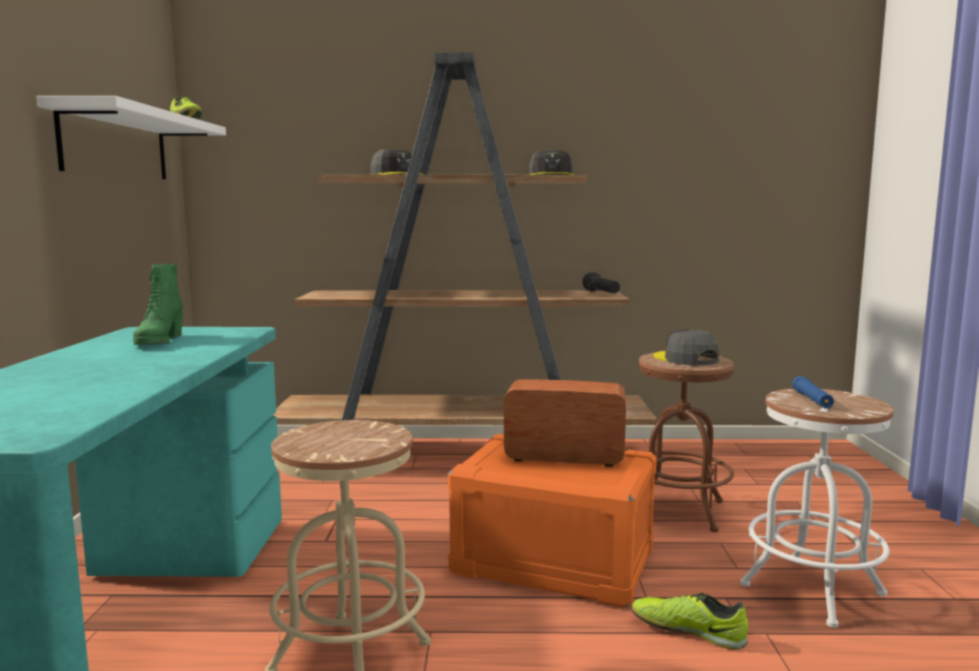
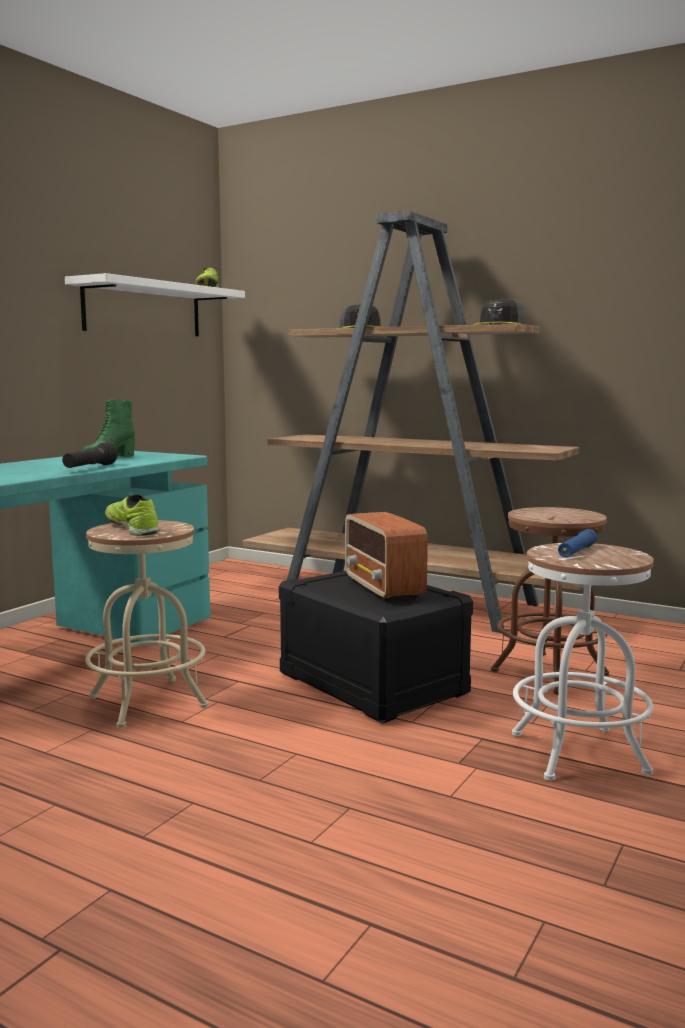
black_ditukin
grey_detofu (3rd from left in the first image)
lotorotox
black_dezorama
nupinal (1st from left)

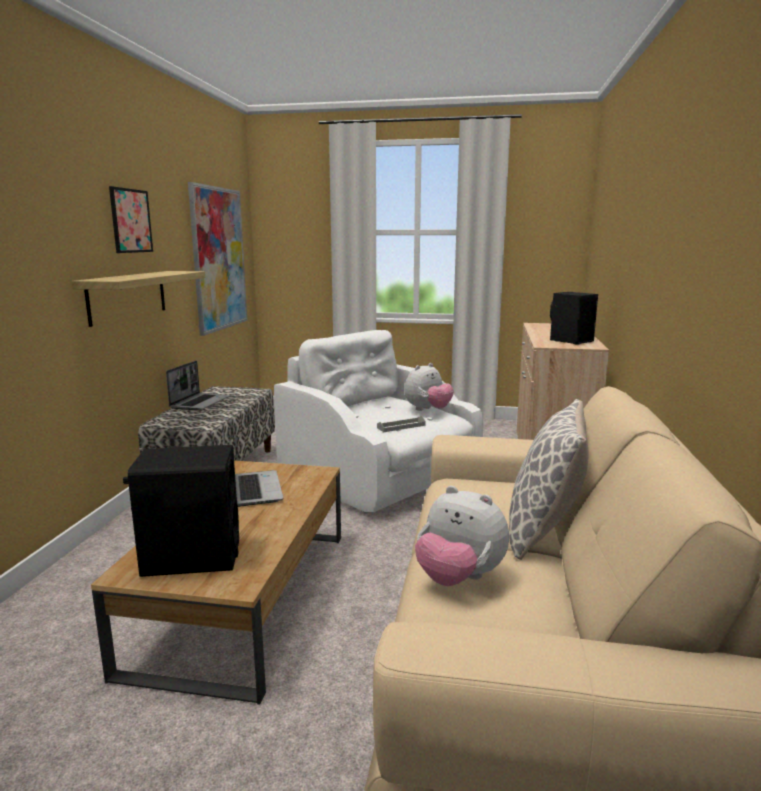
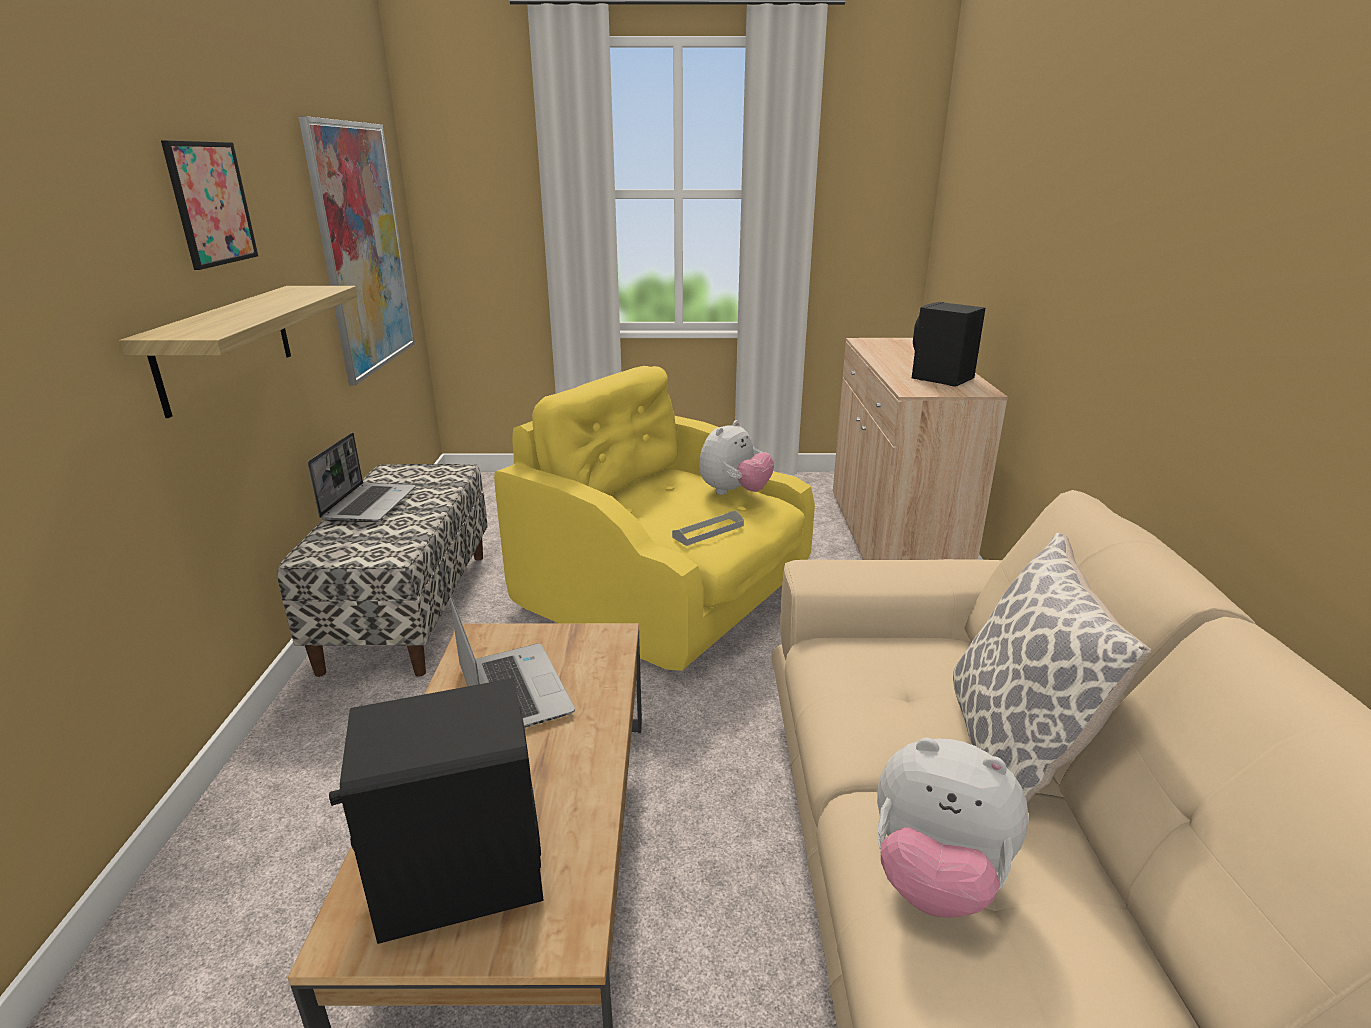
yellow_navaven

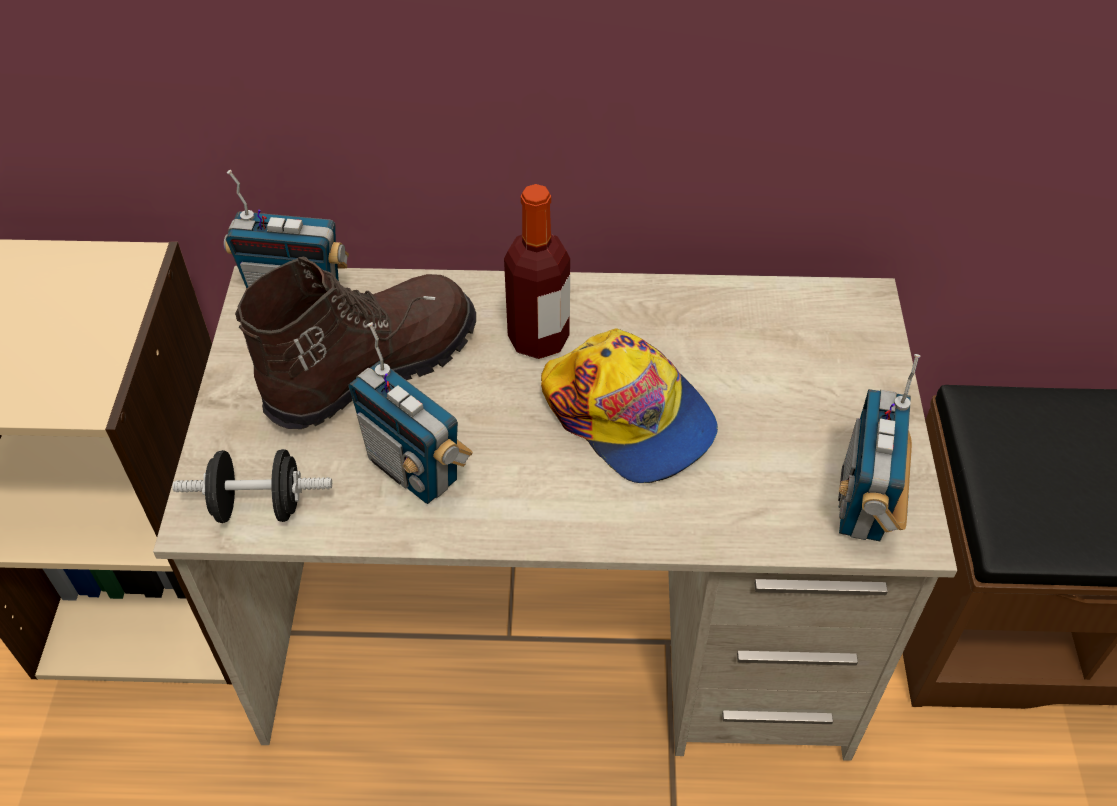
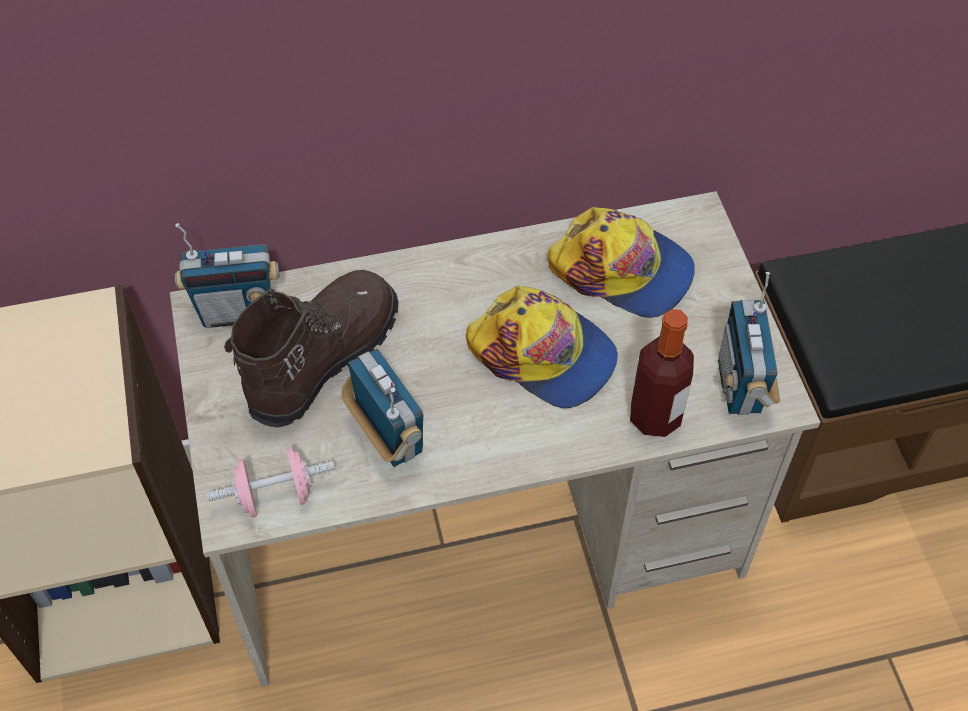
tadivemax
lotorotox (2nd from left)
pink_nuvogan
detofu (2nd from left)

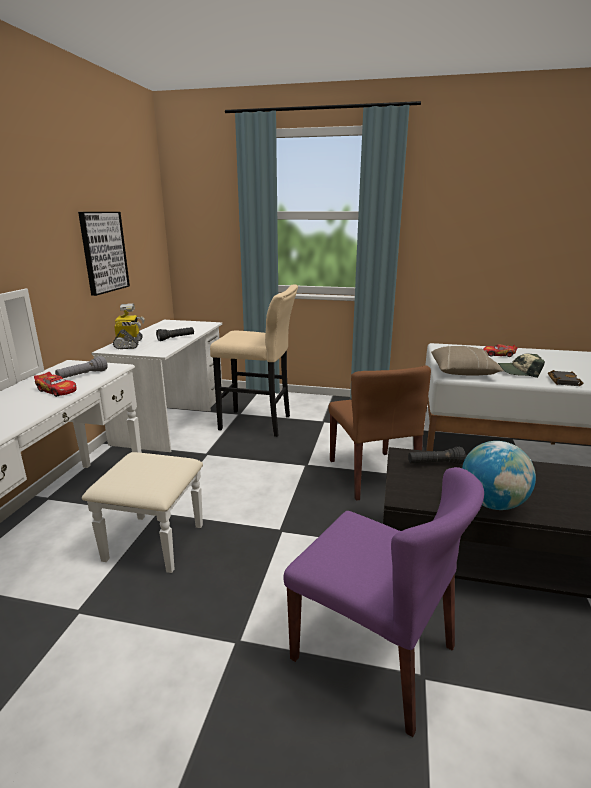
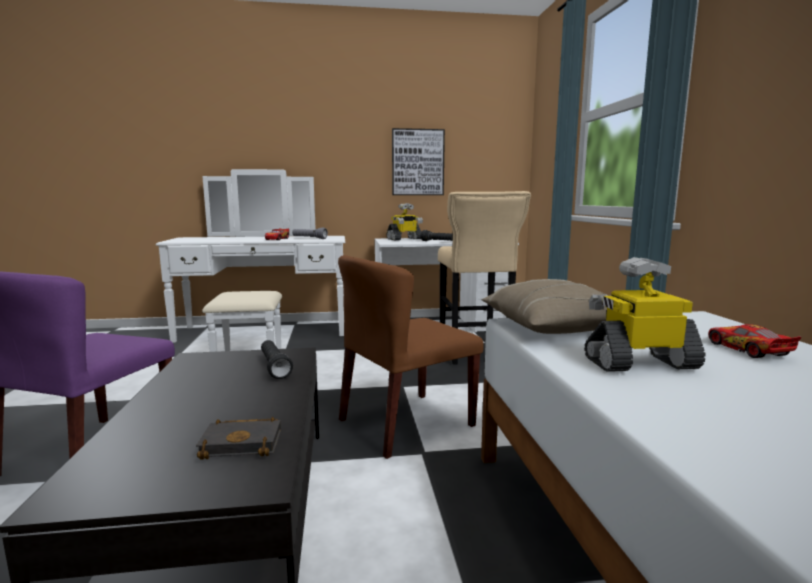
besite (2nd from left)
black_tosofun
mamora

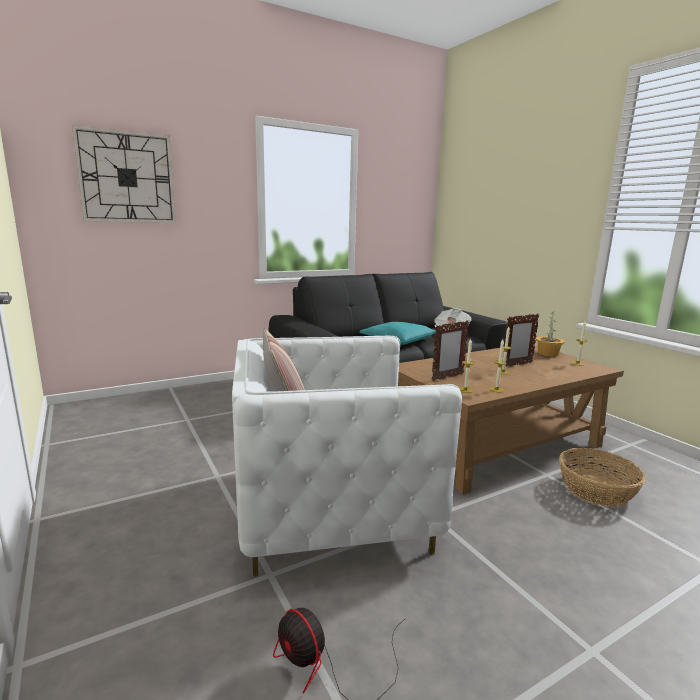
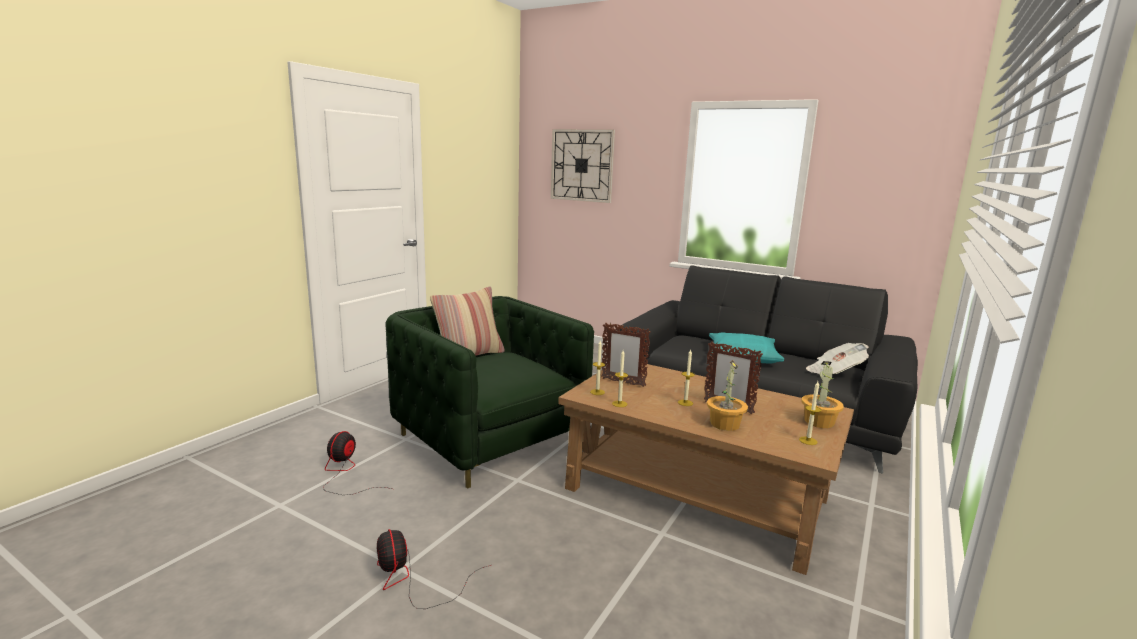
green_navaven
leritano
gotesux (1st from left)
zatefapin (2nd from left)

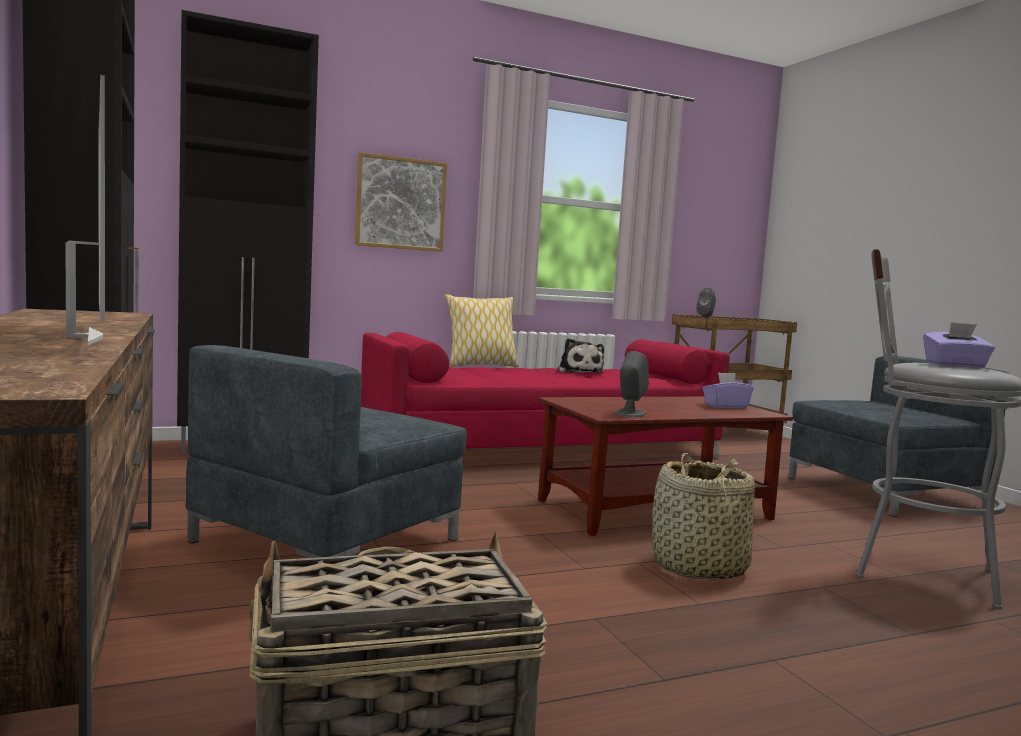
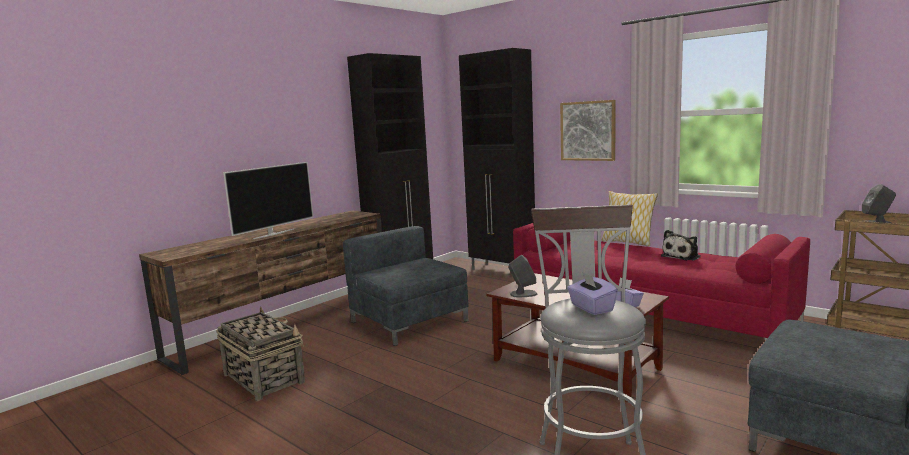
grey_navaven (1st from left)
leritano (2nd from left in the first image)

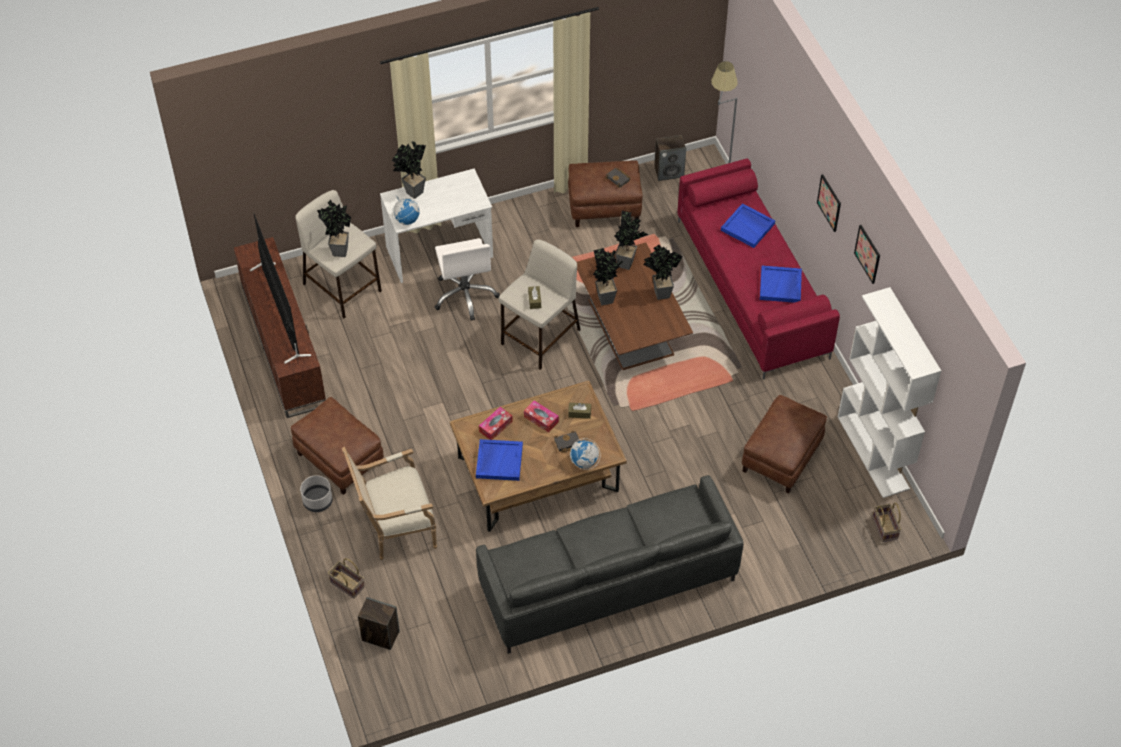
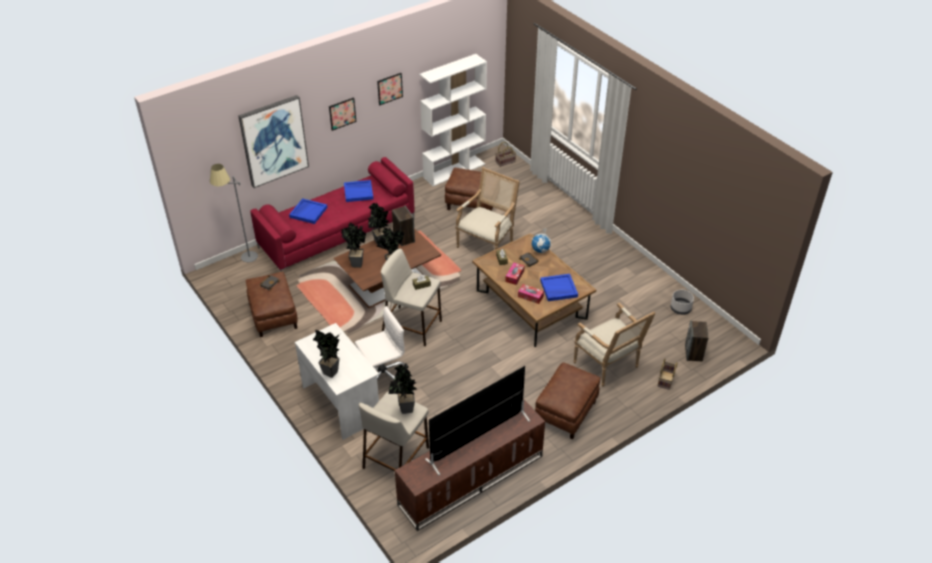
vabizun (1st from left)
mamora (1st from left in the first image)
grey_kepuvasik
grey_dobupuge
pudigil (1st from left)
navaven (1st from left)

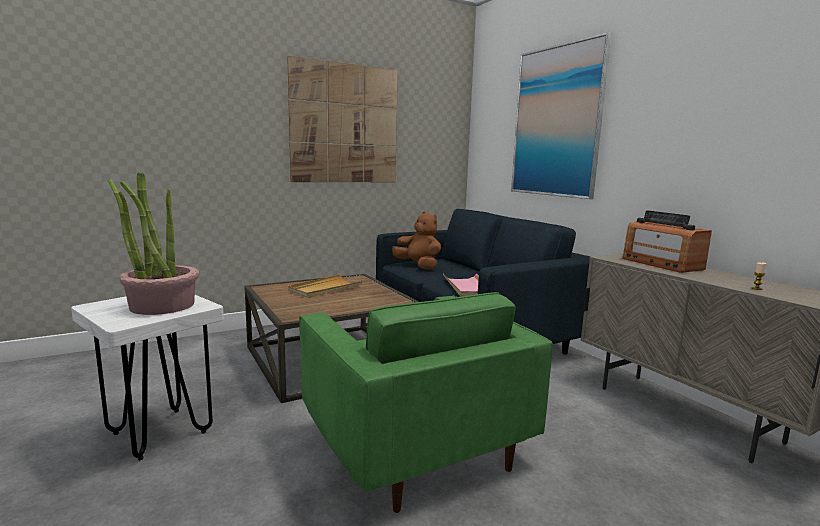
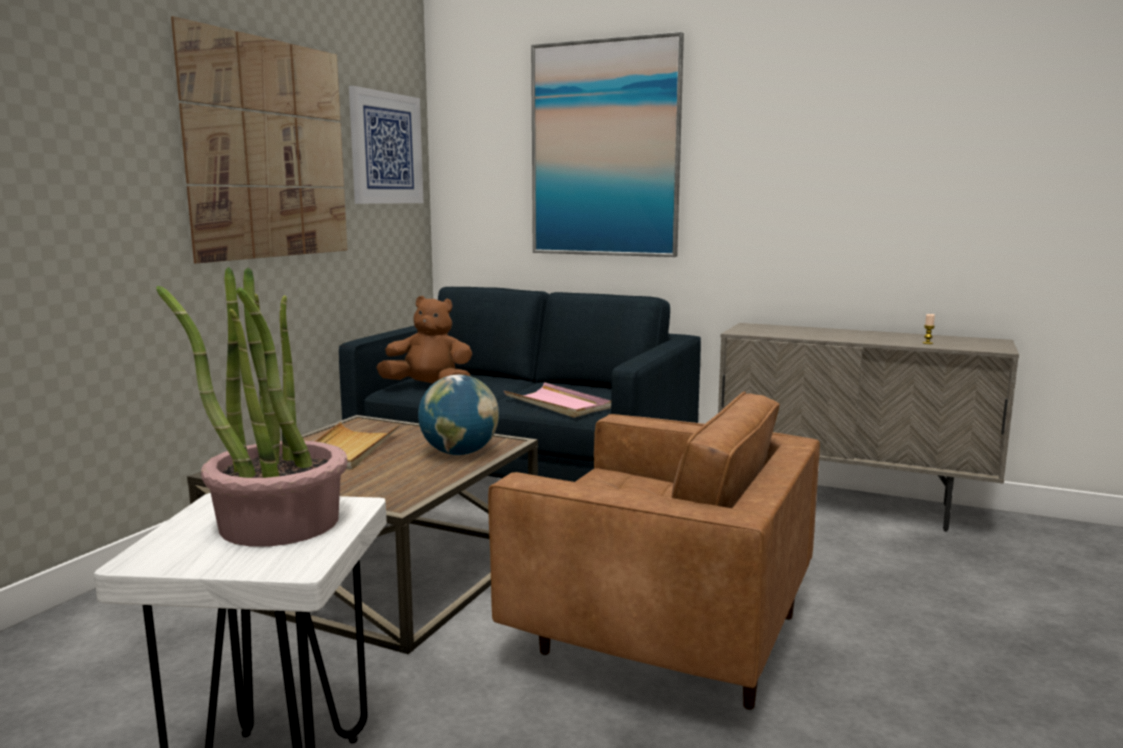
lotorotox
brown_navaven
pudigil (2nd from left)
mamora

